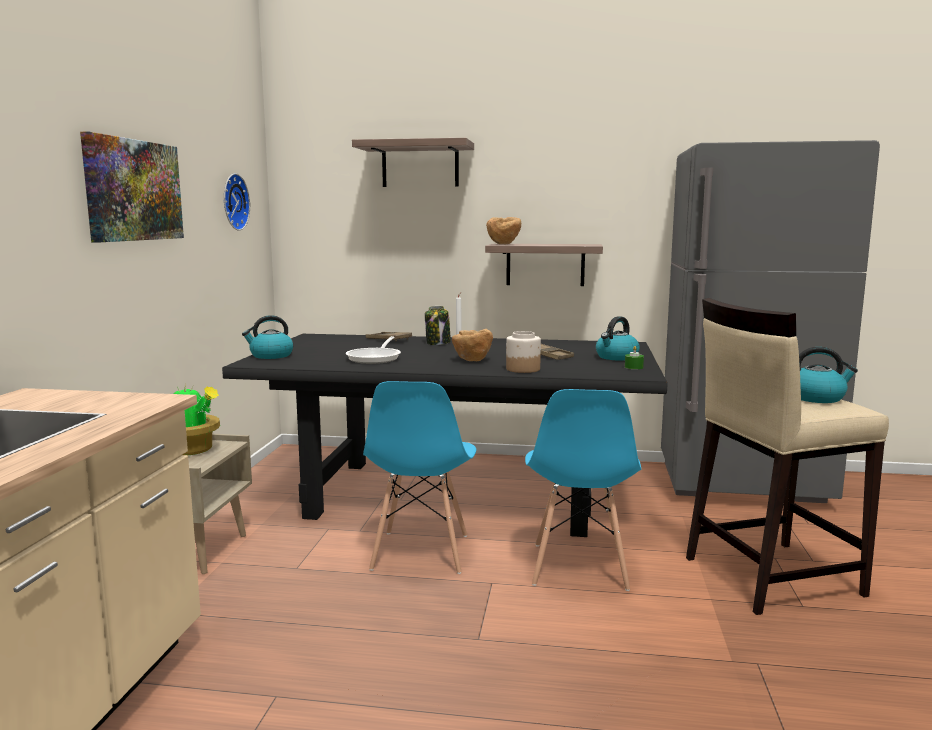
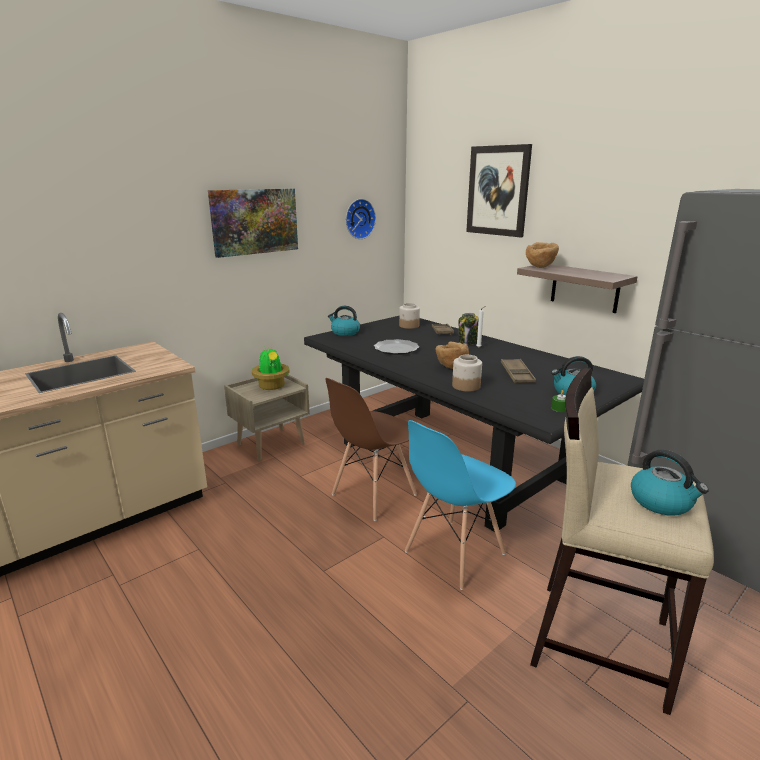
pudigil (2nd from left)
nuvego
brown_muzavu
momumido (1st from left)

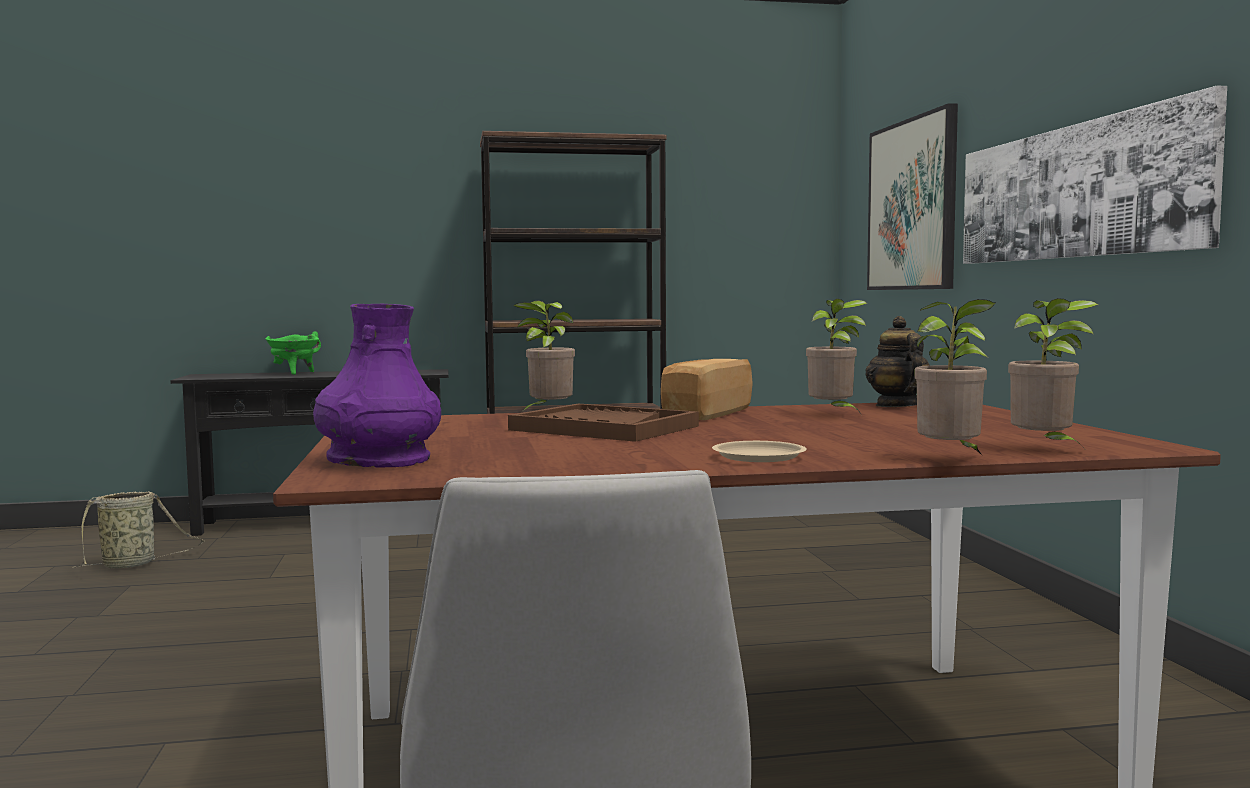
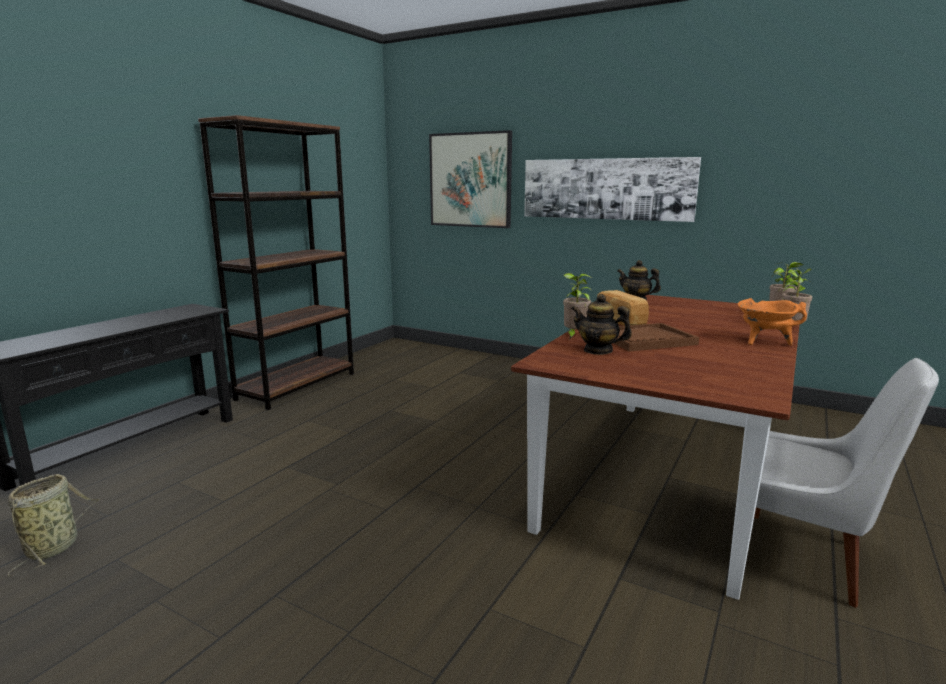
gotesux (2nd from left in the first image)
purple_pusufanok
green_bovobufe
orange_bovobufe
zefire (1st from left)

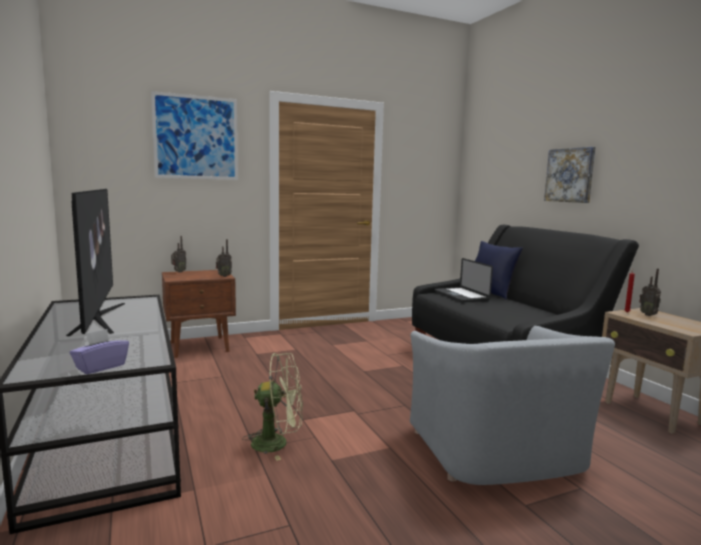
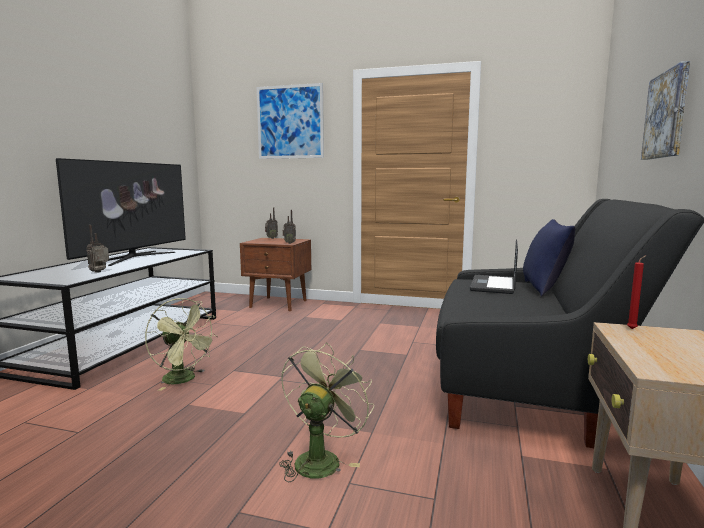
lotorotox (1st from left)
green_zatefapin (2nd from left)
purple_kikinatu

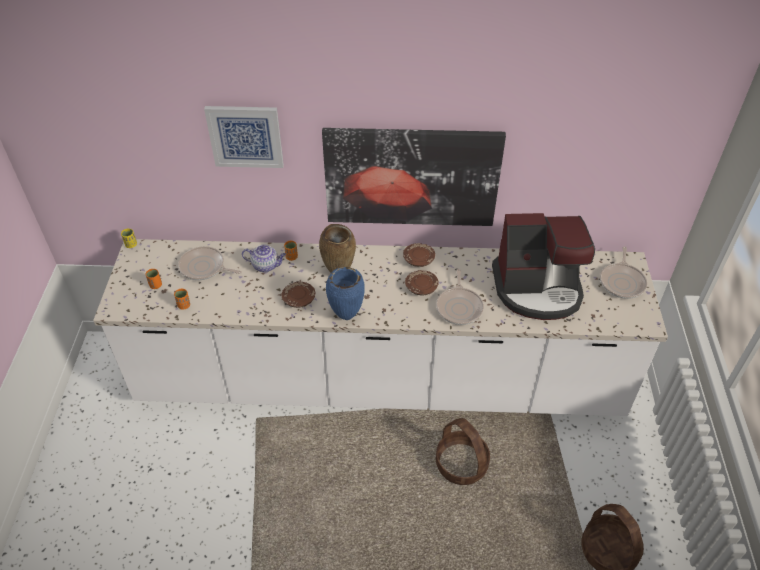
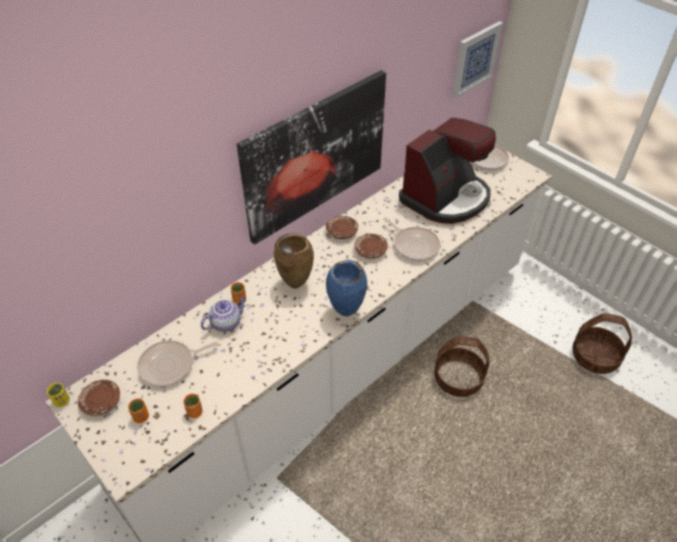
pudigil (2nd from left)
brown_nuvego (1st from left)

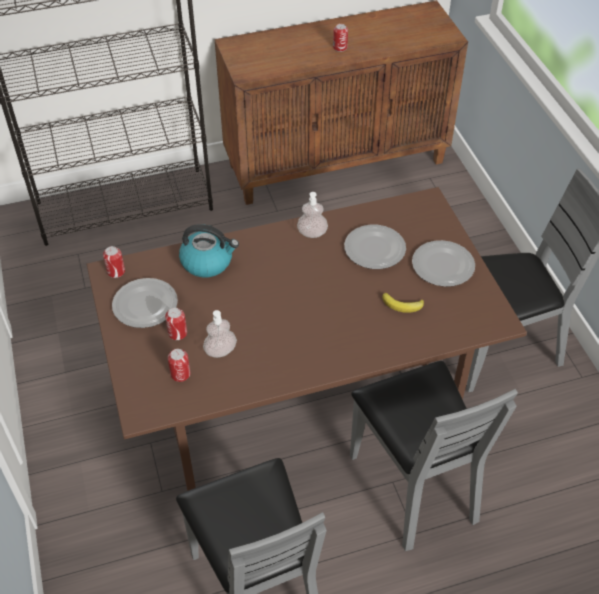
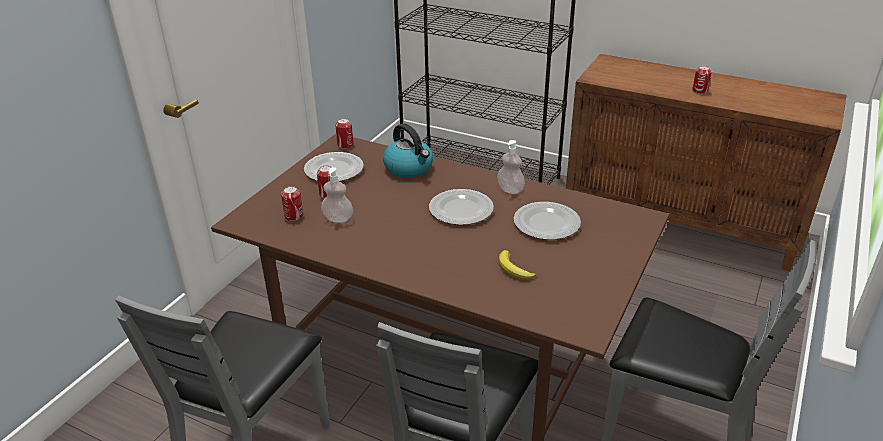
nuvego (2nd from left)

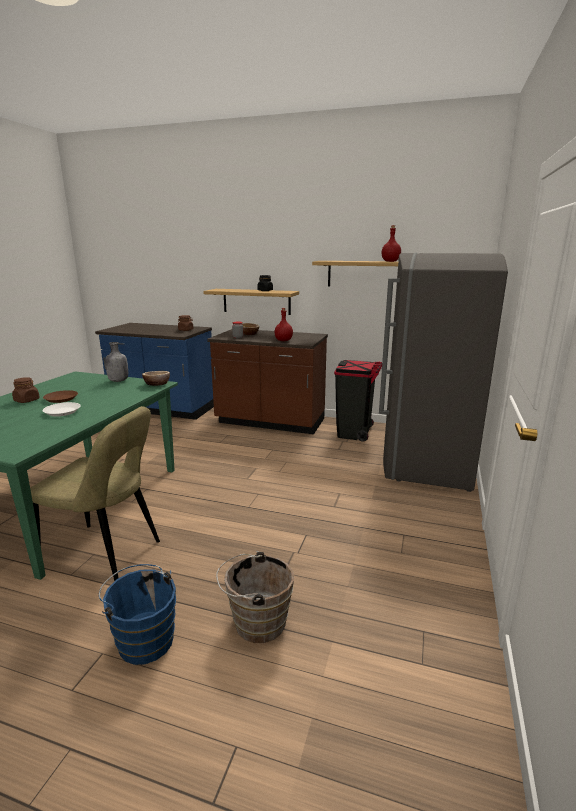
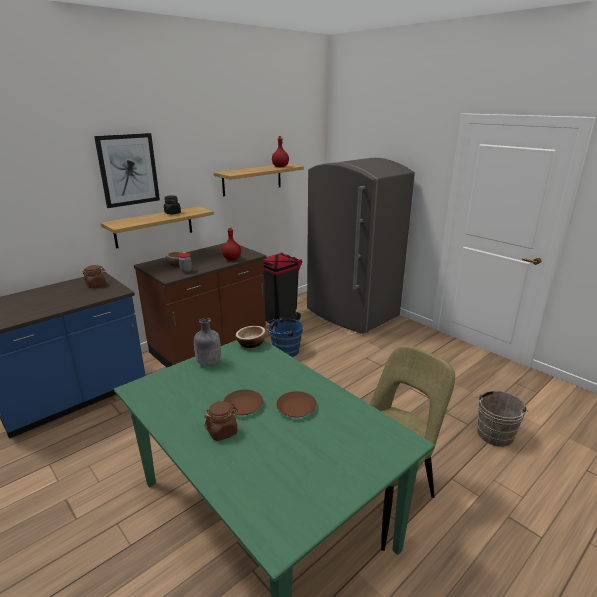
brown_nuvego (2nd from left)
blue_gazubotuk
pudigil

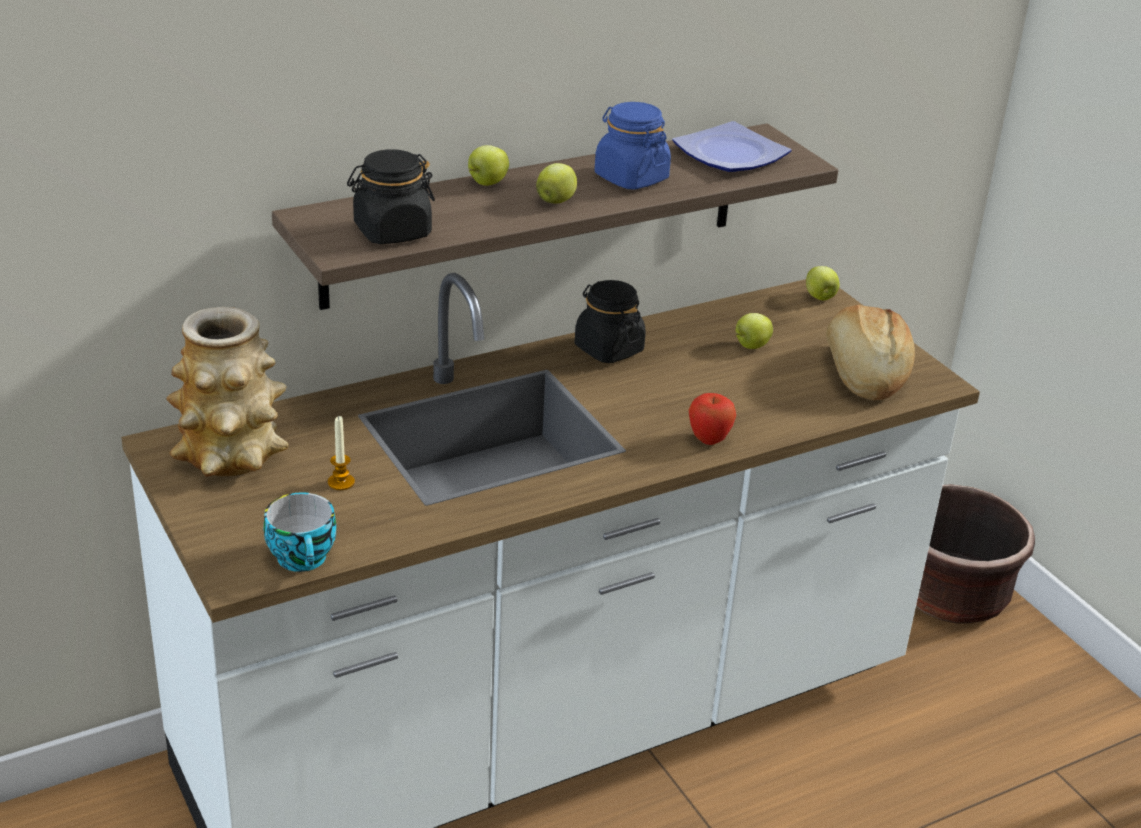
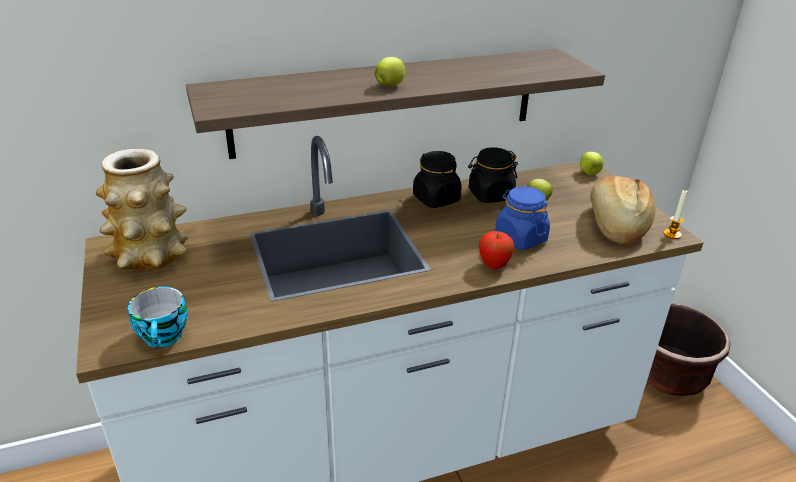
blue_momumido
nuvego
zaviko (1st from left in the first image)
black_momumido (2nd from left)
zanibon

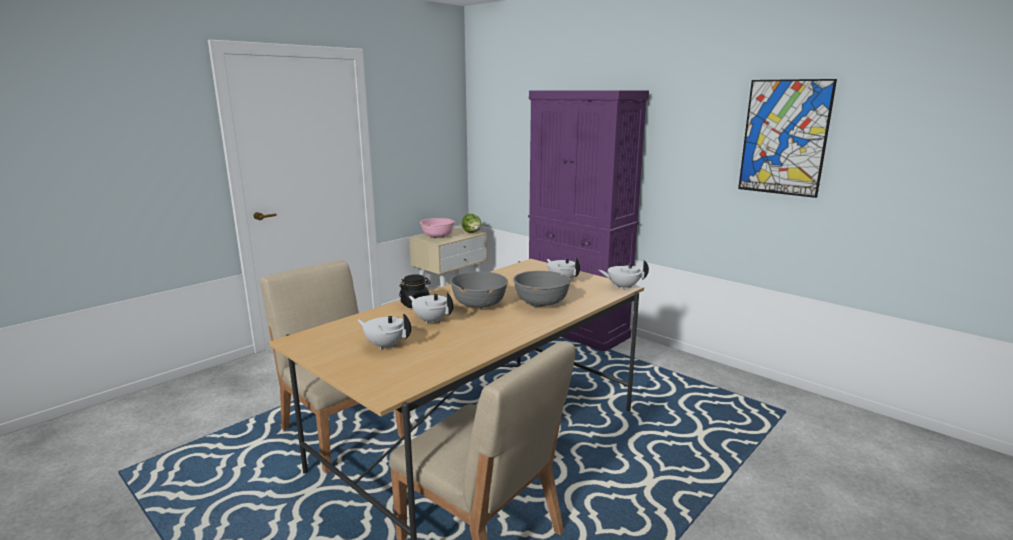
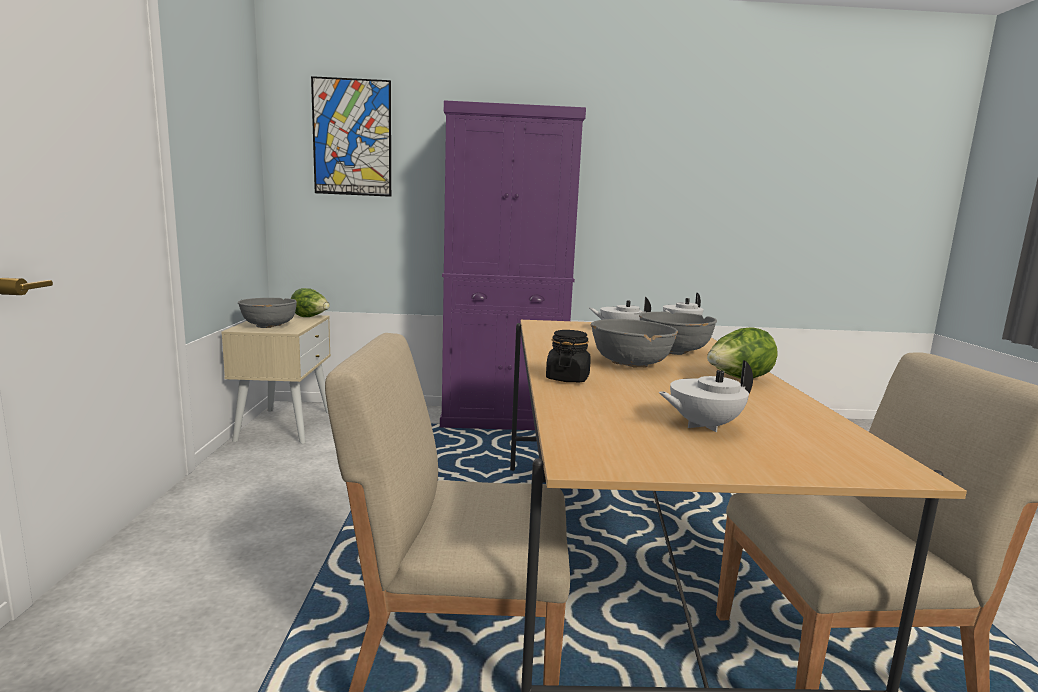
pudigil
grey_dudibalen (1st from left)
white_zefire (2nd from left in the first image)
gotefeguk (2nd from left)

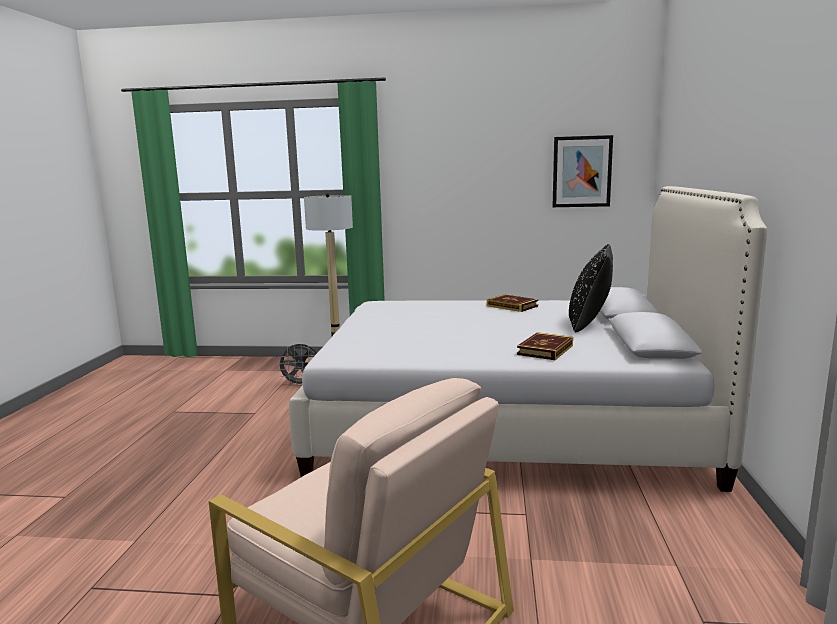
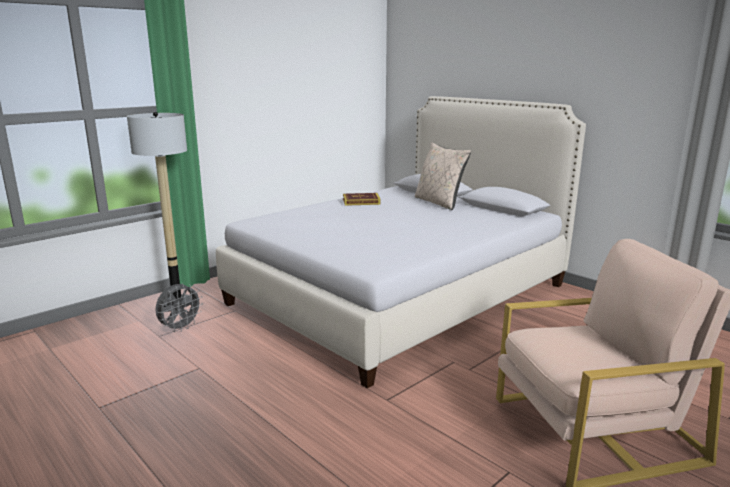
pudigil
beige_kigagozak
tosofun (2nd from left in the first image)

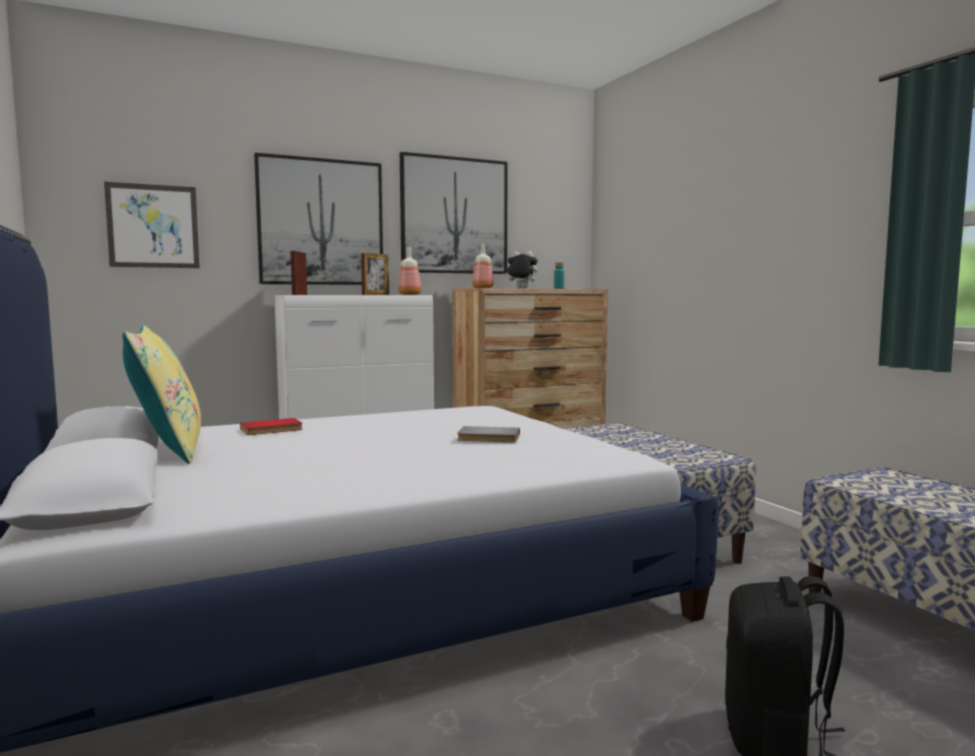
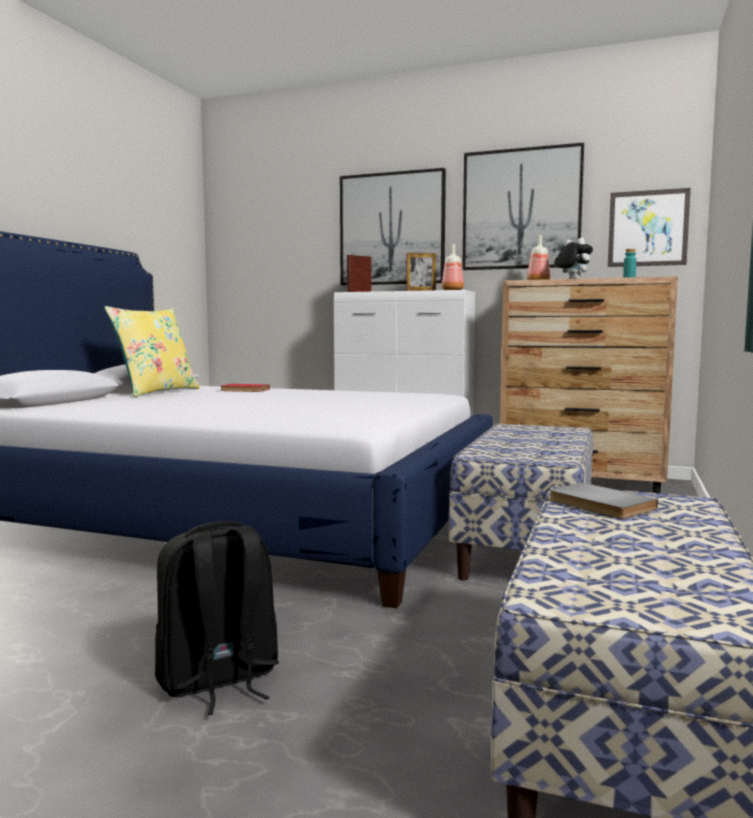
pudigil (3rd from left)
grey_tosofun

